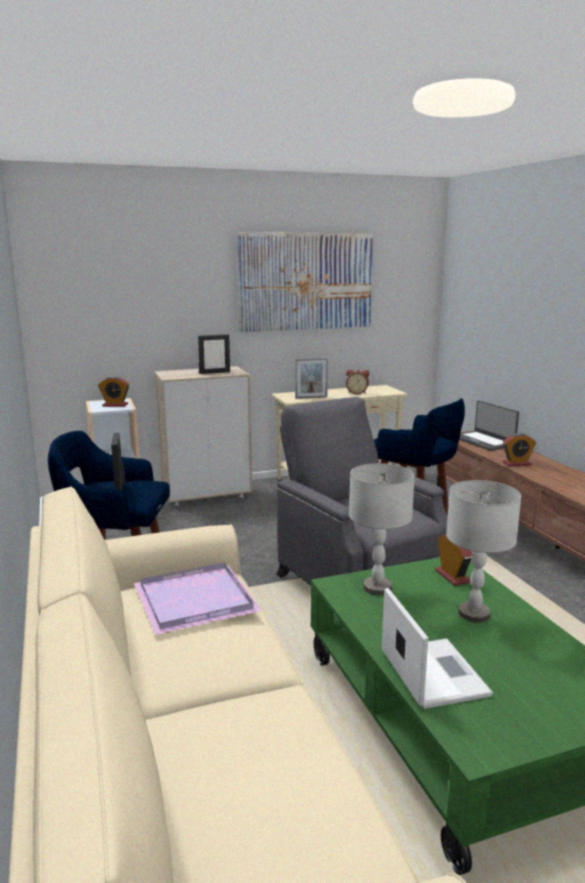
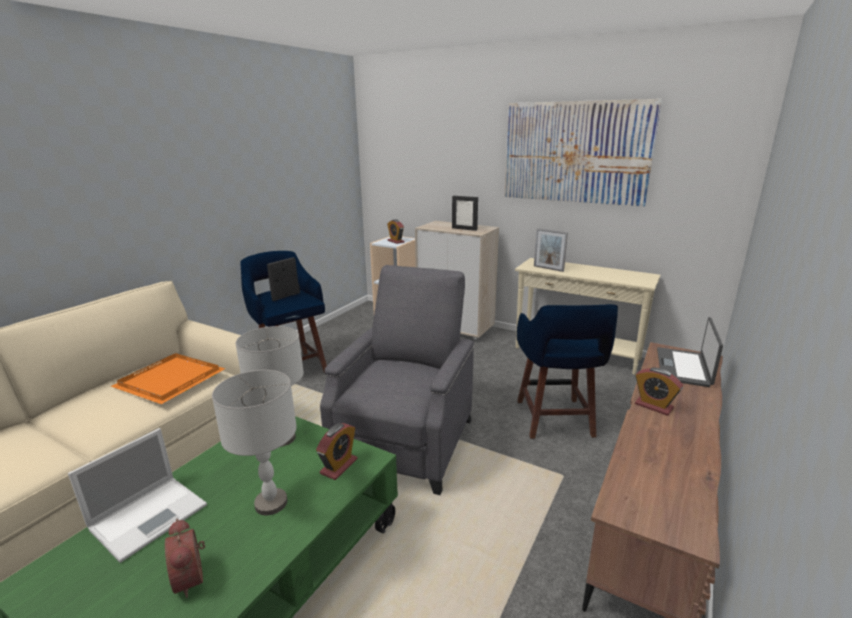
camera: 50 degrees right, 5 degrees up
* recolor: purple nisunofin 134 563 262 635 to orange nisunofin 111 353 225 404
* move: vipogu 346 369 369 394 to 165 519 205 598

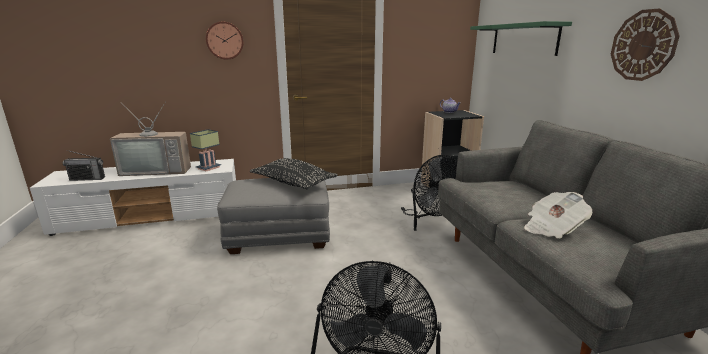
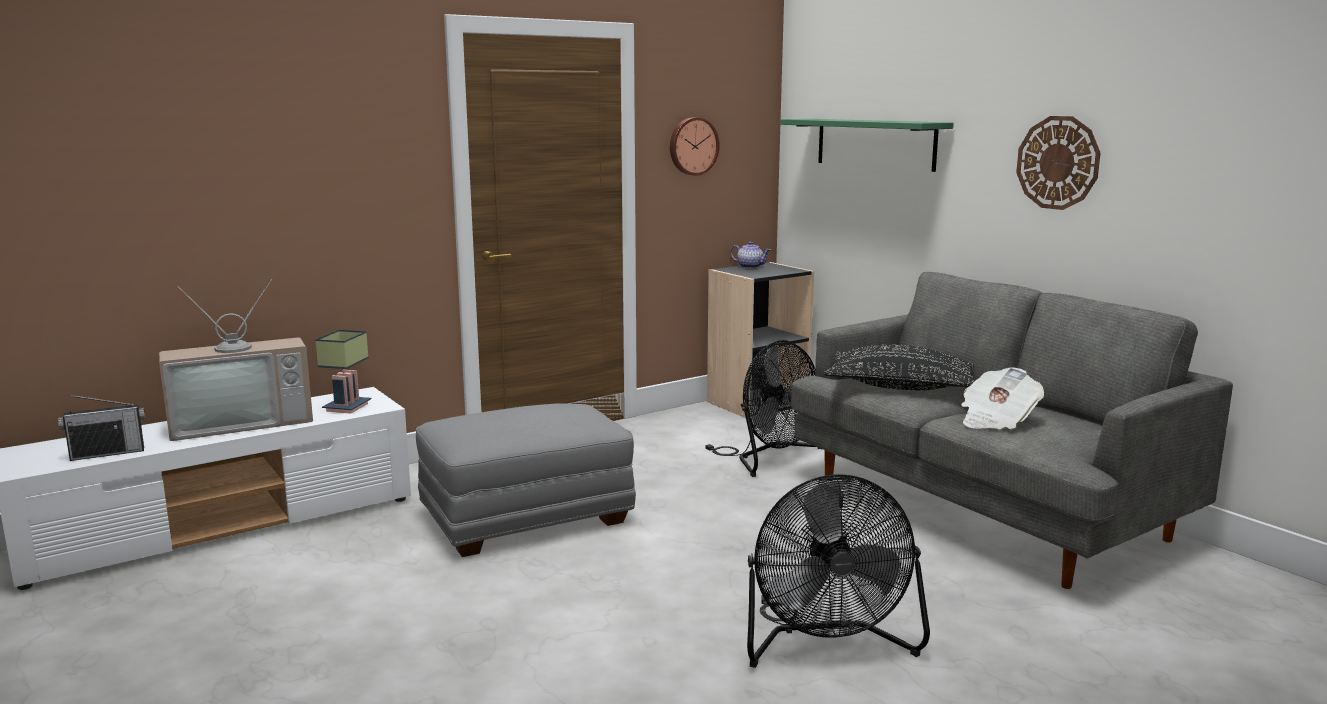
camera: 20 degrees left, 5 degrees down
* move: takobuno 206 21 244 60 to 670 117 720 176
* move: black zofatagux 250 158 338 189 to 824 345 974 391

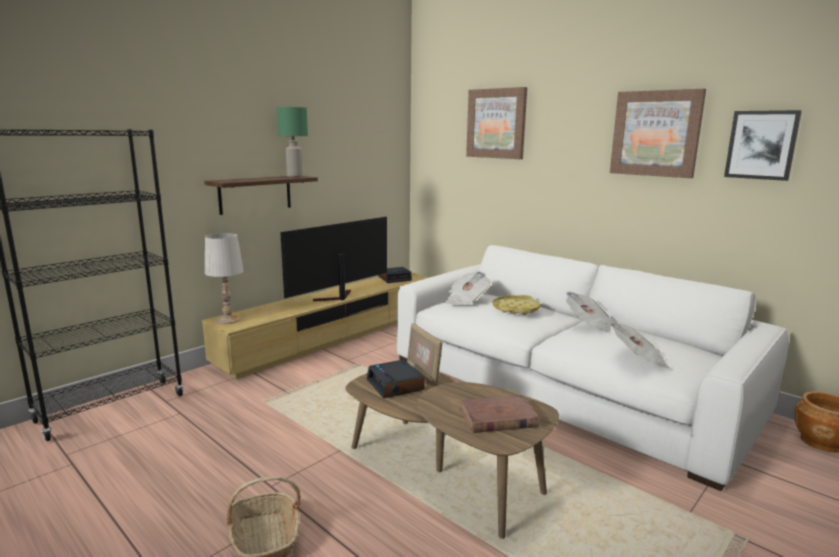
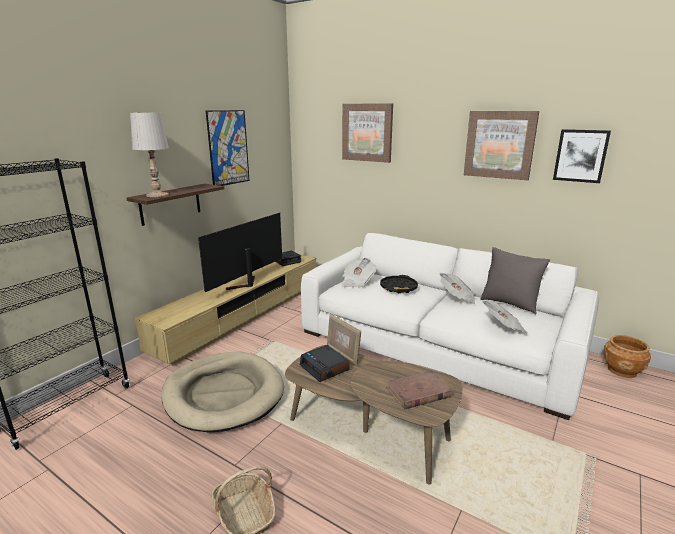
camera: 10 degrees left, 5 degrees up
* move: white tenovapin 205 233 244 324 to 130 112 169 197
* delete: green tenovapin 277 107 308 177
* recolor: yellow nisunofin 492 295 540 315 to black nisunofin 380 275 418 293
* insert: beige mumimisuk 161 352 284 432
* insert: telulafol 206 110 250 186
* insert: grey zofatagux 480 247 550 315

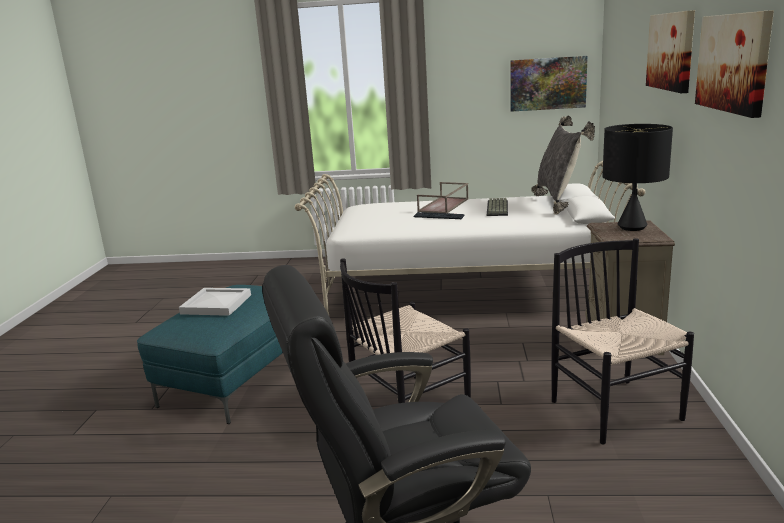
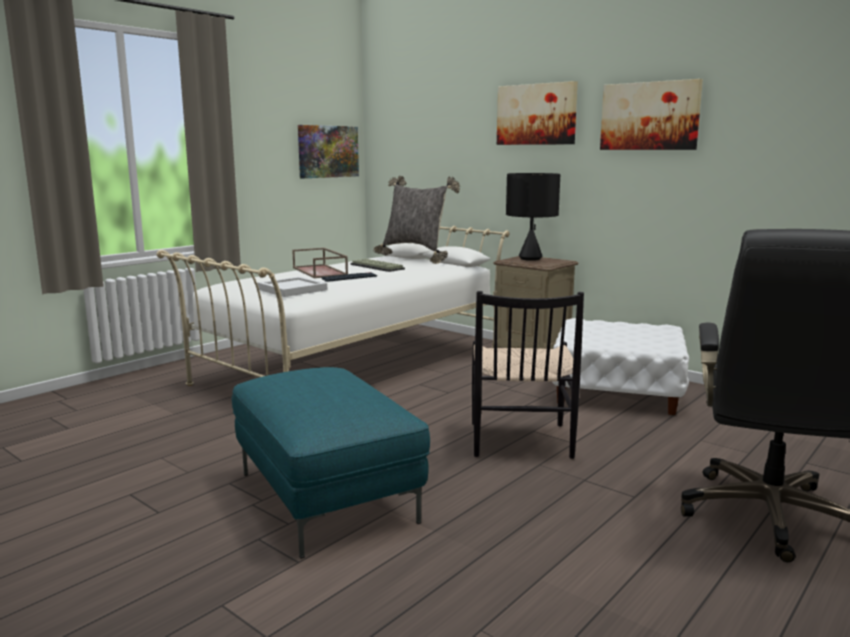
camera: 55 degrees left, 5 degrees down
* move: white nisunofin 179 288 251 316 to 257 277 327 297
* replace: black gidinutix 552 238 694 445 to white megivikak 552 318 689 415

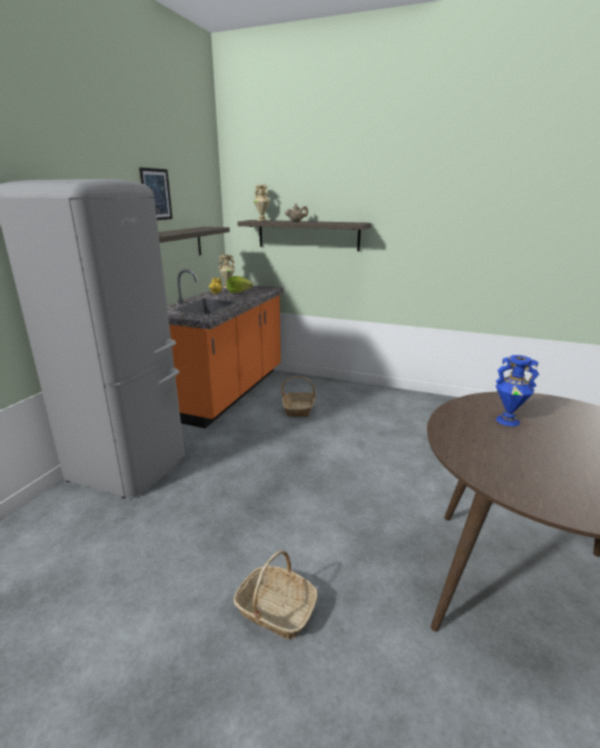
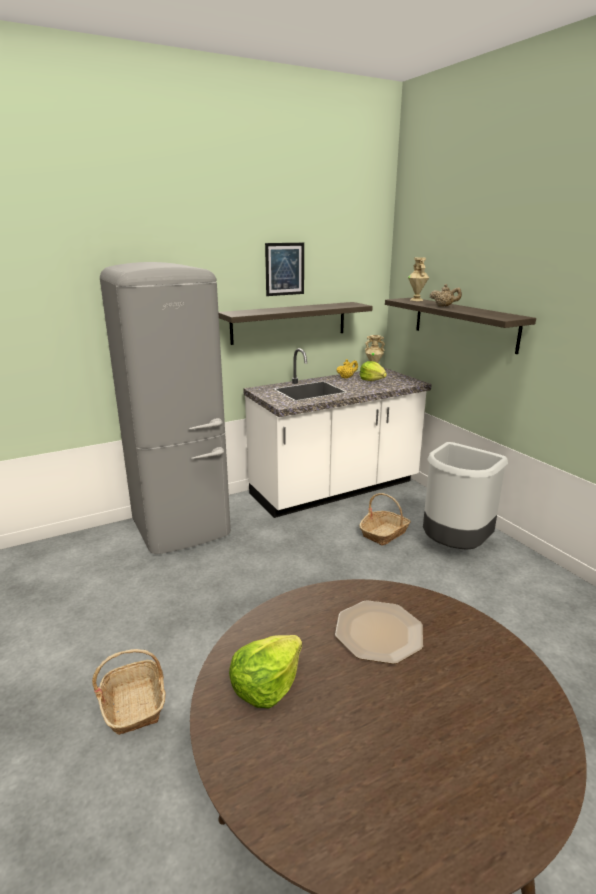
camera: 40 degrees right, 0 degrees up
* recolor: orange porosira 167 269 284 428 to white porosira 243 348 432 518
* replace: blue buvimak 496 355 539 426 to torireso 335 600 423 664
* insert: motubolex 229 635 302 709
* insert: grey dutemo 423 442 508 550

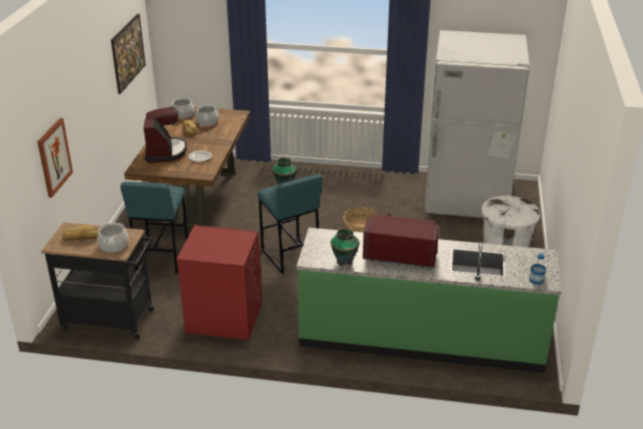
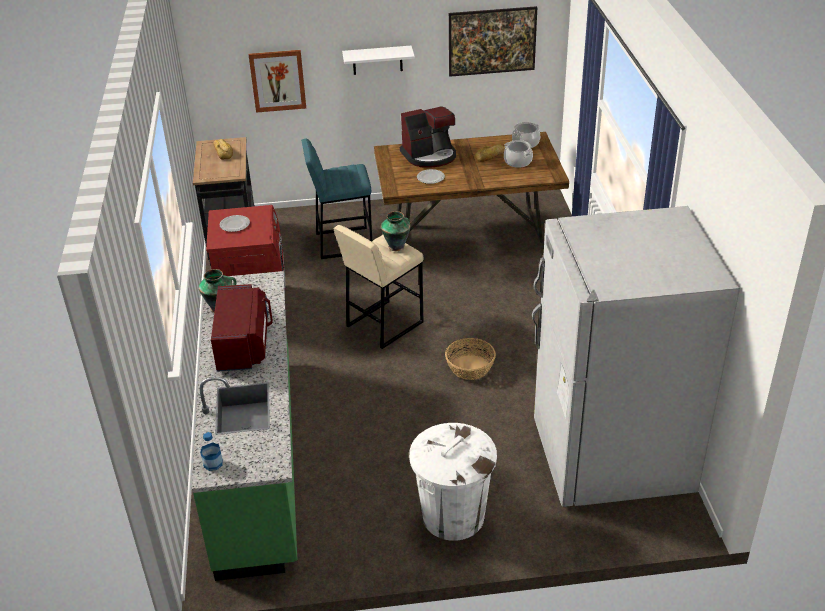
camera: 75 degrees right, 5 degrees up
* delete: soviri 97 223 129 252
* recolor: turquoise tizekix 257 174 323 274 to beige tizekix 334 225 423 349
* insert: torireso 219 215 250 232
* insert: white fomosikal 342 46 415 75

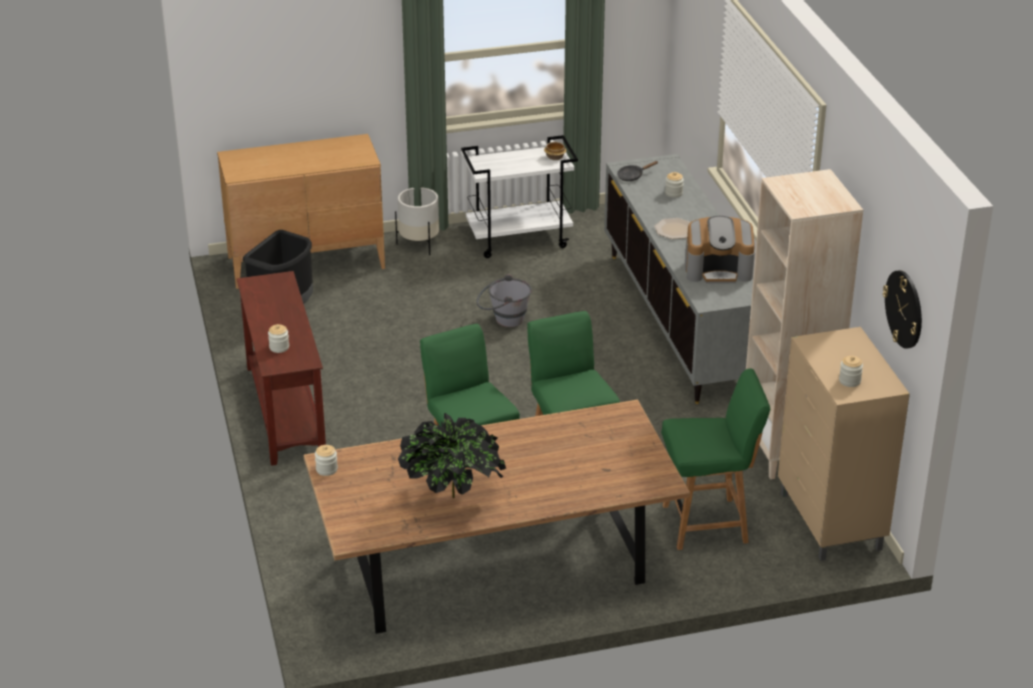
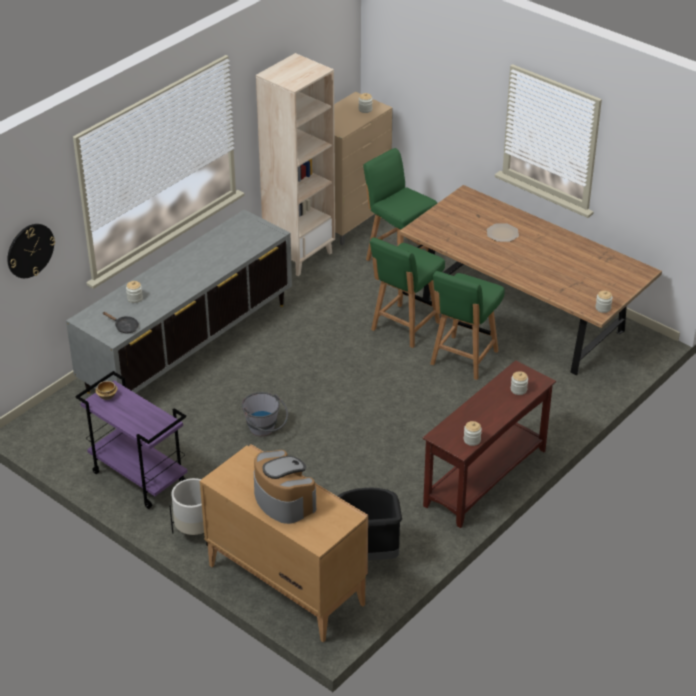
camera: 125 degrees left, 5 degrees up
* delete: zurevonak 398 413 506 498
* recolor: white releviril 461 135 578 258 to purple releviril 75 371 187 509
* move: torireso 654 218 690 239 to 487 224 519 242
* move: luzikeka 685 216 755 283 to 254 450 316 524
* move: takobuno 883 270 922 349 to 7 224 55 278
* insert: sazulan 464 421 482 446

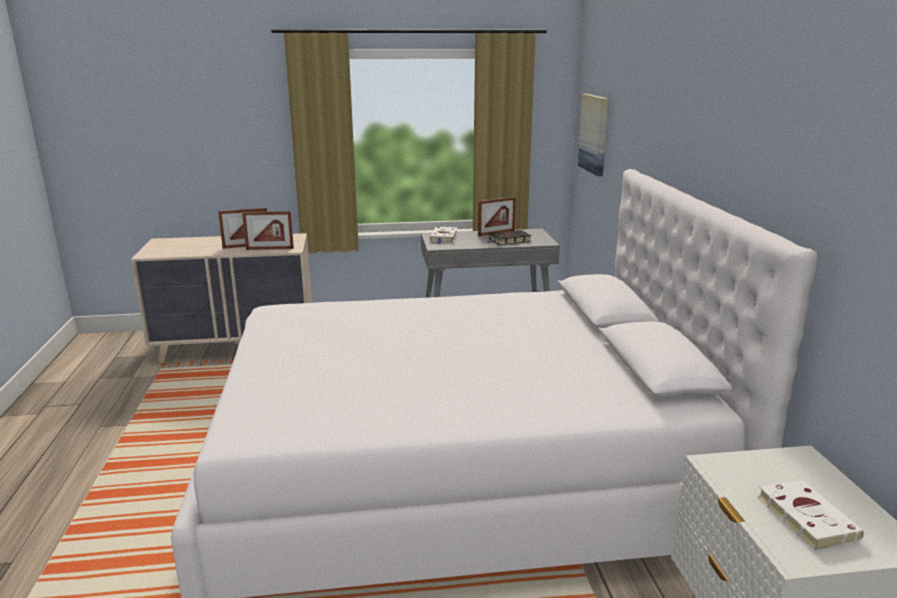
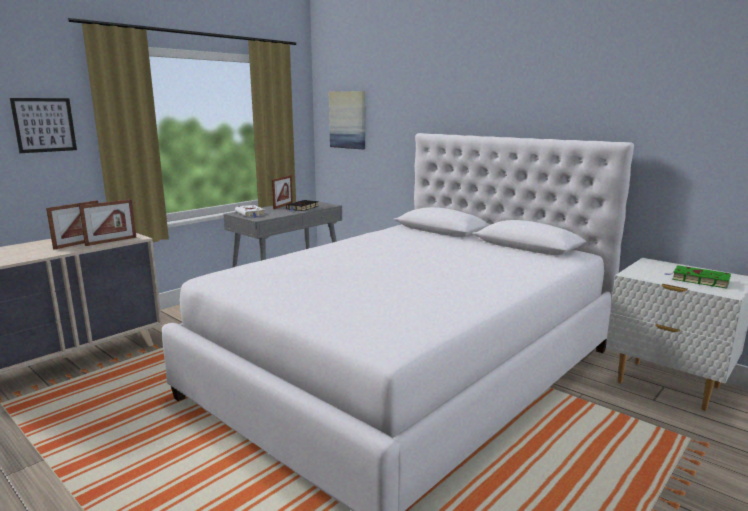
camera: 40 degrees left, 5 degrees down
* recolor: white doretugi 757 479 864 551 to green doretugi 665 265 731 289
* insert: telulafol 10 98 77 153

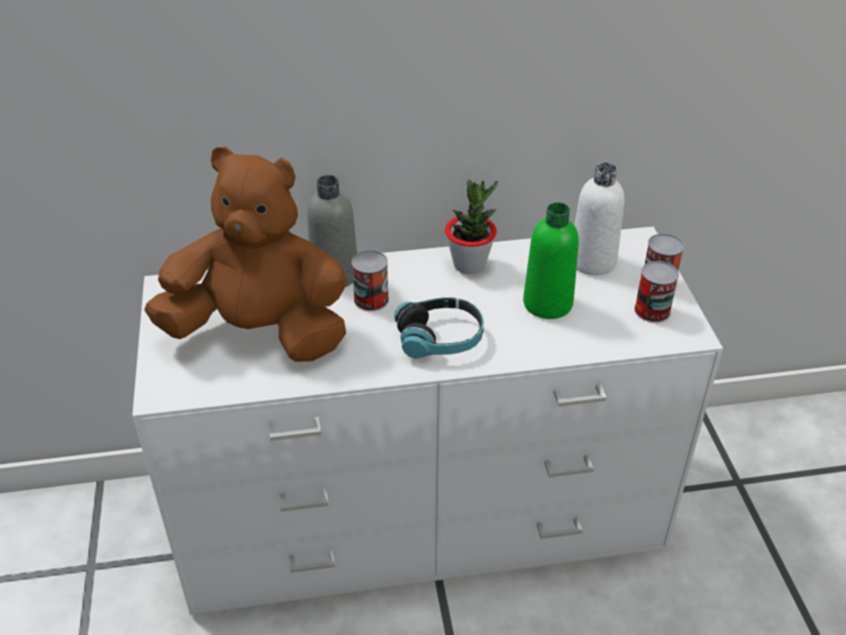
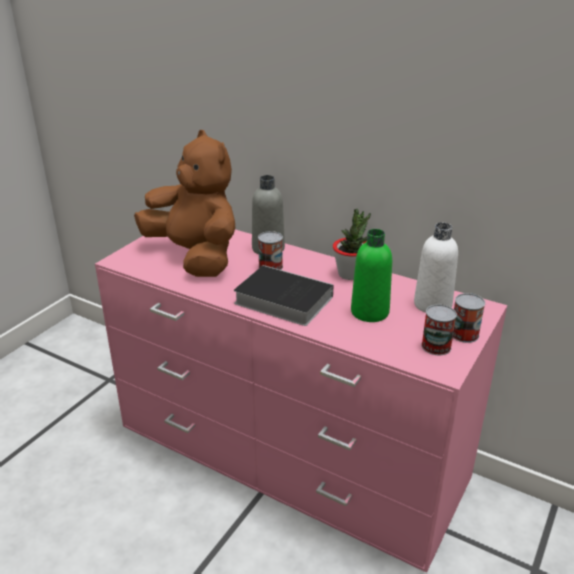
camera: 40 degrees right, 10 degrees down
* recolor: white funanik 132 226 723 615 to pink funanik 95 230 507 573
* replace: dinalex 394 297 484 359 to doretugi 234 265 334 326

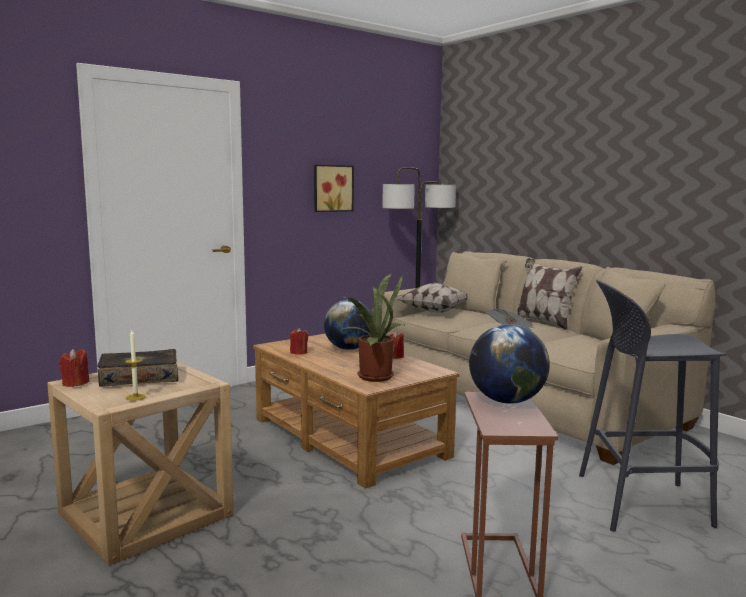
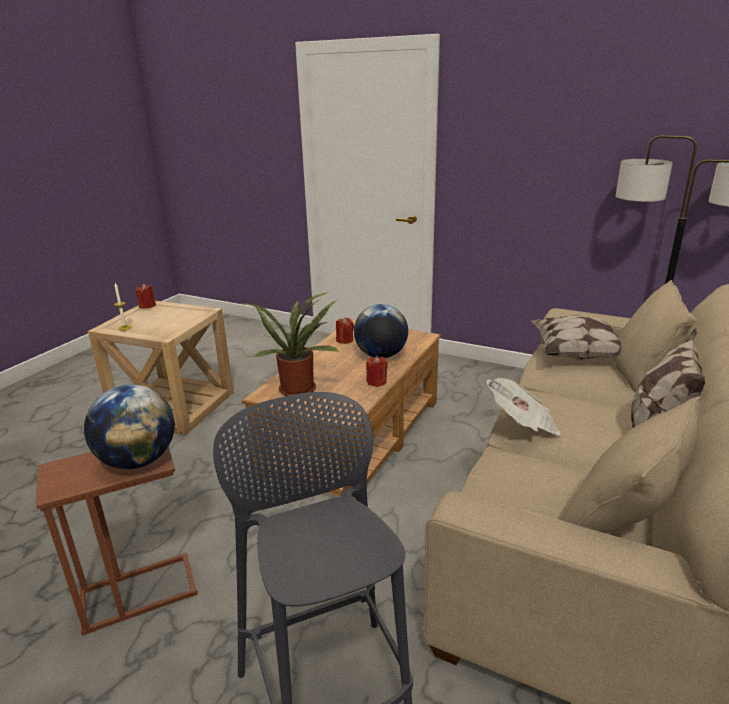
camera: 65 degrees right, 15 degrees up
* delete: doretugi 97 349 178 387
* delete: telulafol 314 165 354 212

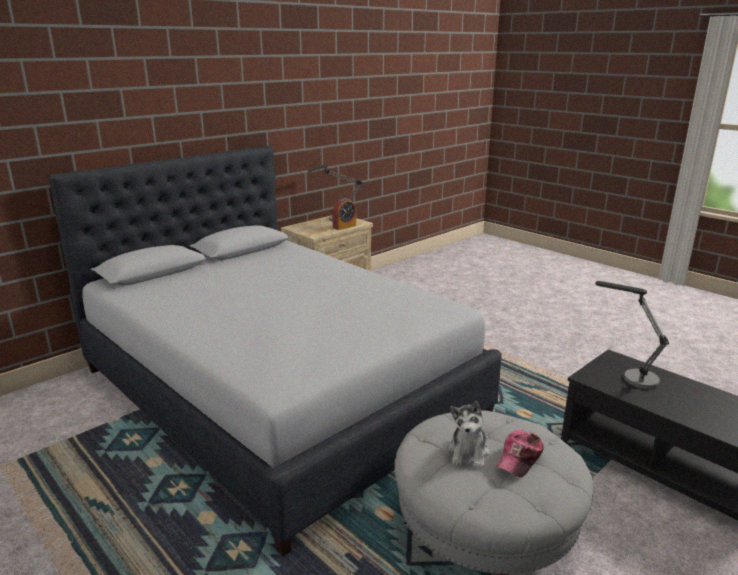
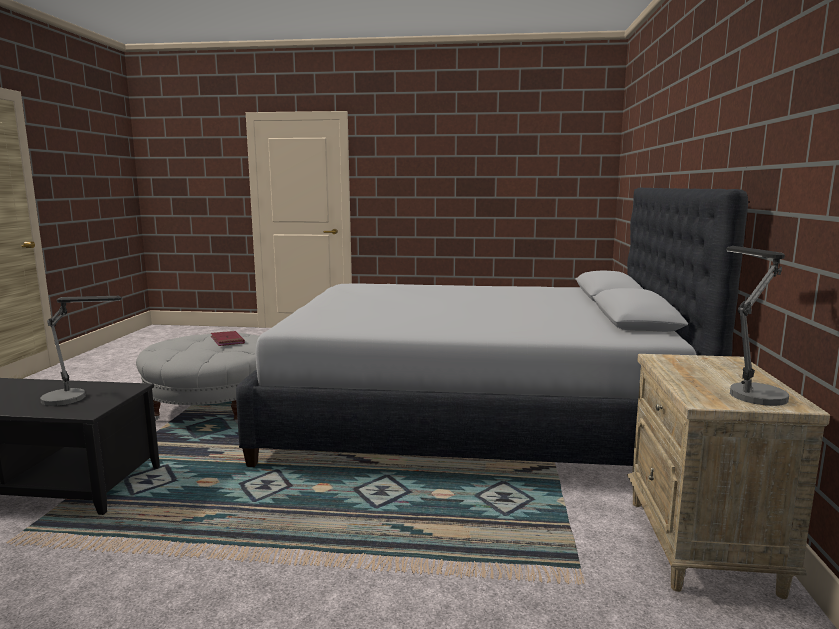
camera: 140 degrees right, 10 degrees down
* delete: vipogu 332 198 356 230
* replace: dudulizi 448 401 489 468 to red doretugi 211 331 245 346
* delete: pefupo 496 430 544 477

